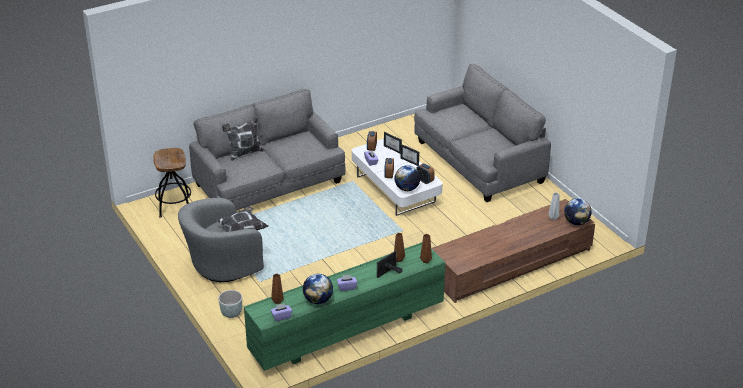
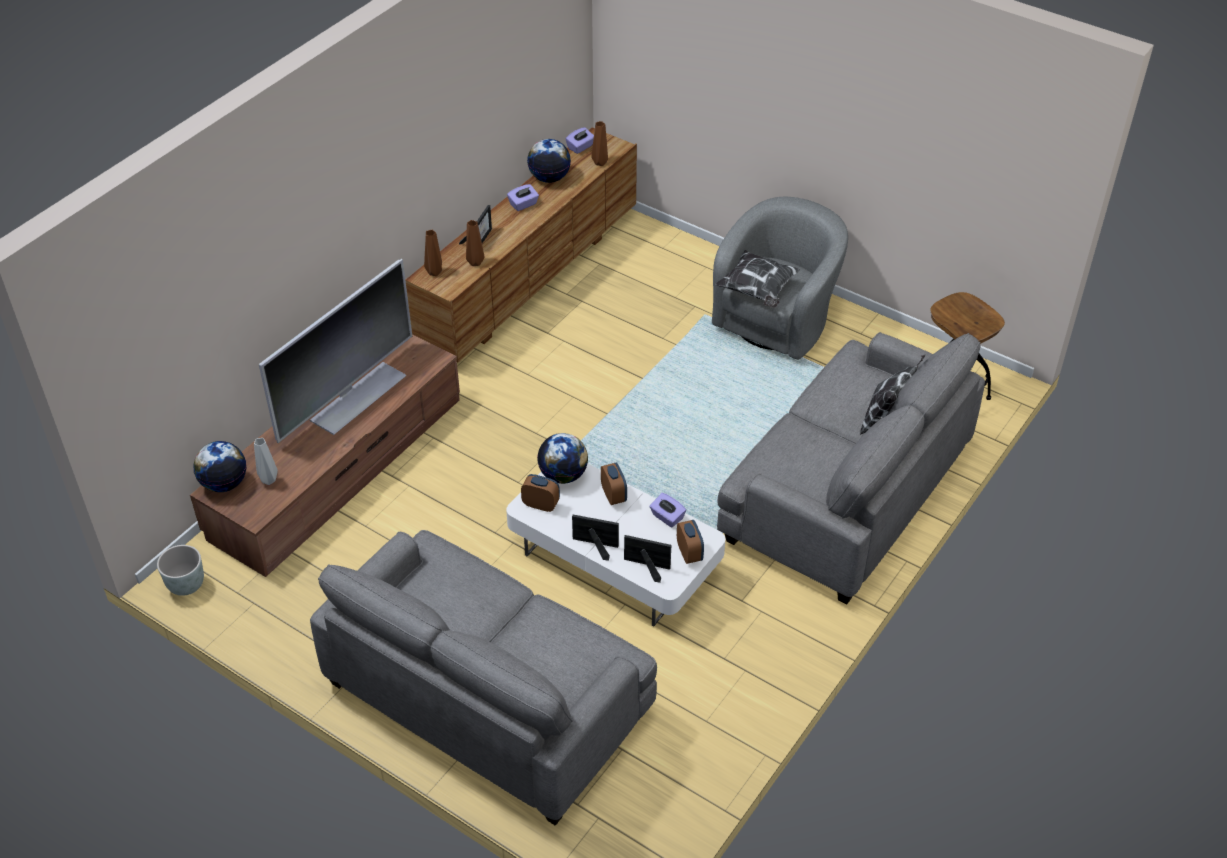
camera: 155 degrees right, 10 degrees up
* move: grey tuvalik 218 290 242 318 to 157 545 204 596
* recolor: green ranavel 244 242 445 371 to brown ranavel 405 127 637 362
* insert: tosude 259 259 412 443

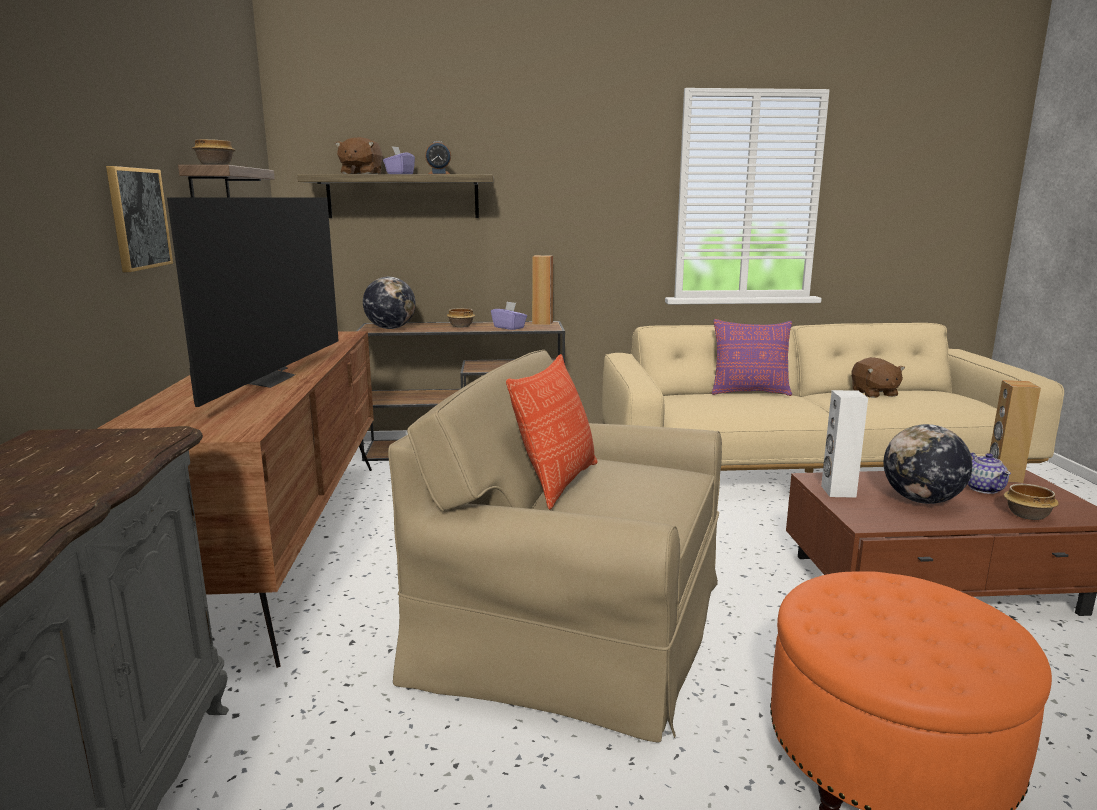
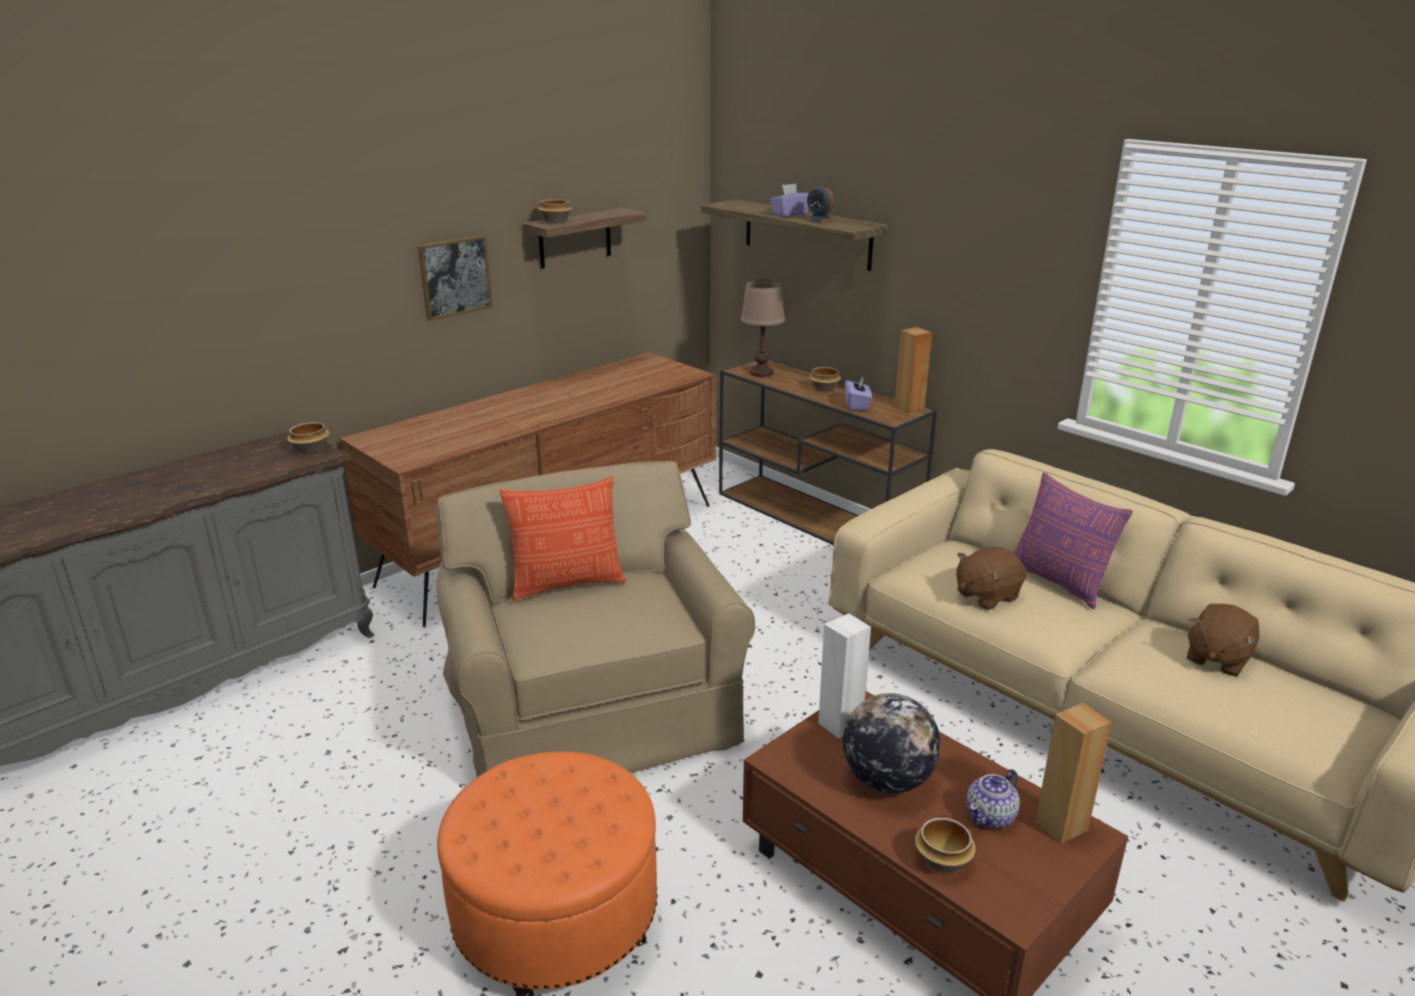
camera: 50 degrees right, 10 degrees up
* delete: tosude 167 198 339 407
* move: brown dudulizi 335 137 383 174 to 956 546 1026 610
* replace: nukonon 363 277 416 329 to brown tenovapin 741 279 785 377
* insert: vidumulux 287 422 330 454

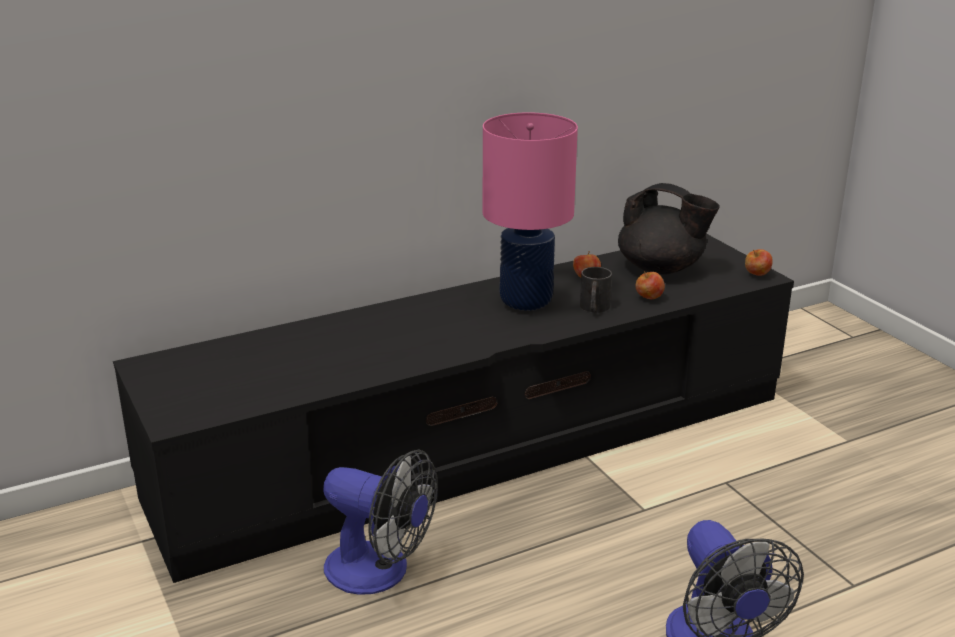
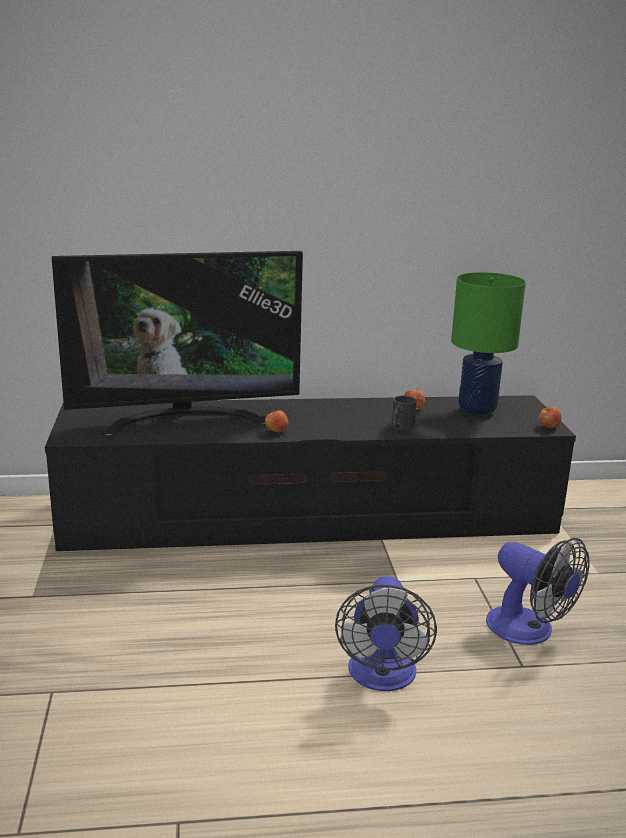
camera: 20 degrees right, 5 degrees down
* move: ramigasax 323 449 438 595 to 486 538 590 645
* delete: pink tenovapin 483 112 578 311
* replace: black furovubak 618 183 720 274 to green tenovapin 451 272 526 415
* move: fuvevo 635 271 665 299 to 265 409 288 432
* insert: tosude 52 251 303 435

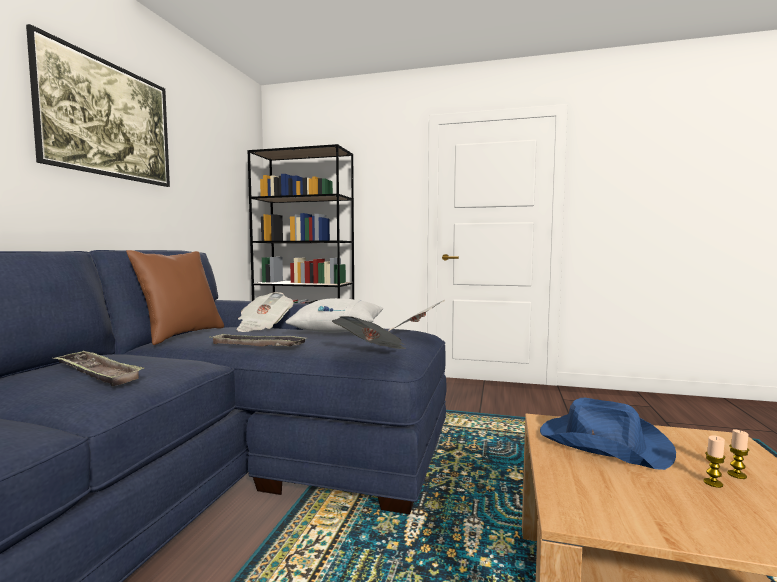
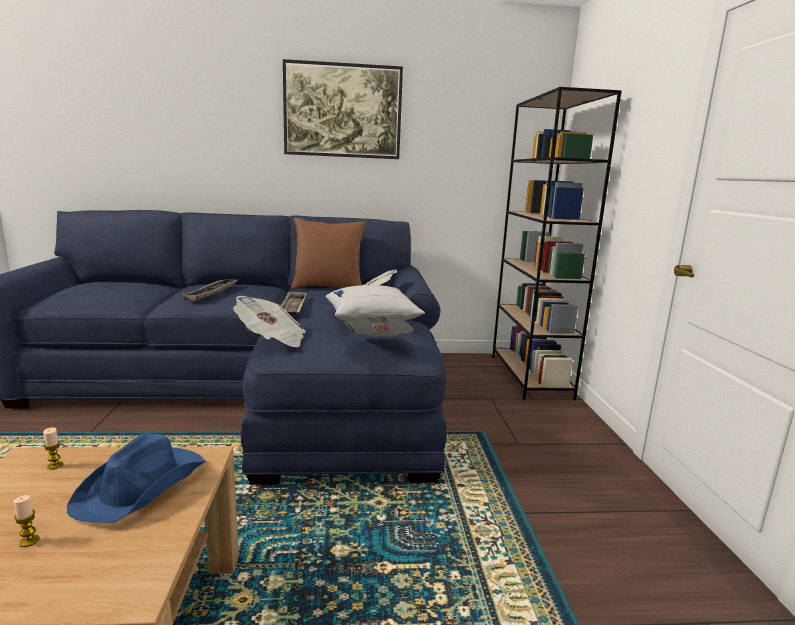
camera: 70 degrees right, 10 degrees up
* move: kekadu 727 429 749 479 to 43 427 63 470

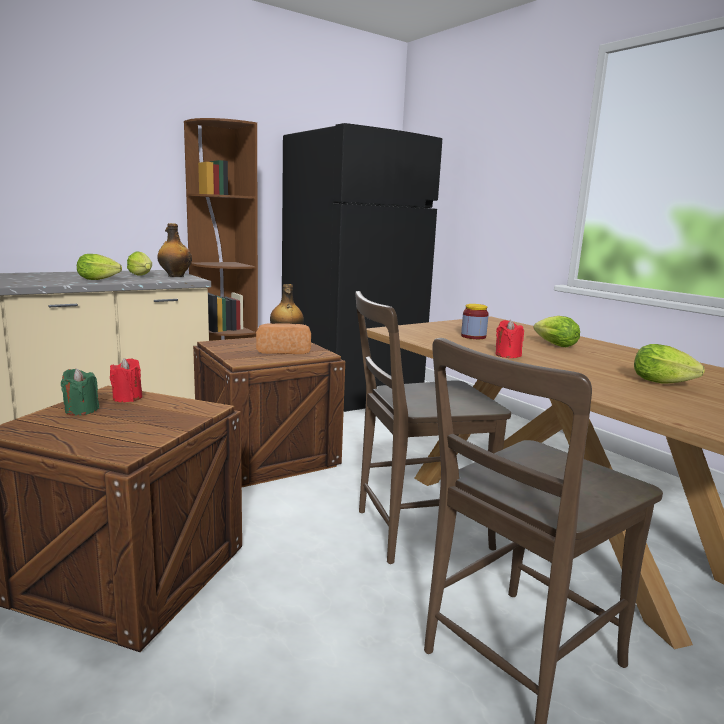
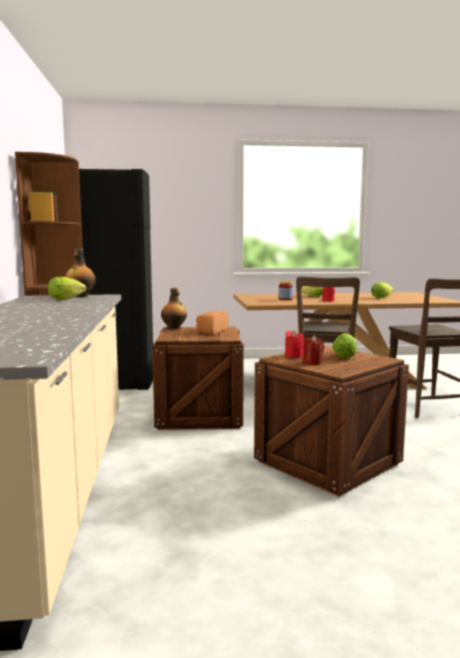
camera: 60 degrees left, 5 degrees down
* recolor: green kekadu 61 368 99 416 to red kekadu 303 335 324 365
* move: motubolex 77 254 122 280 to 332 333 357 359

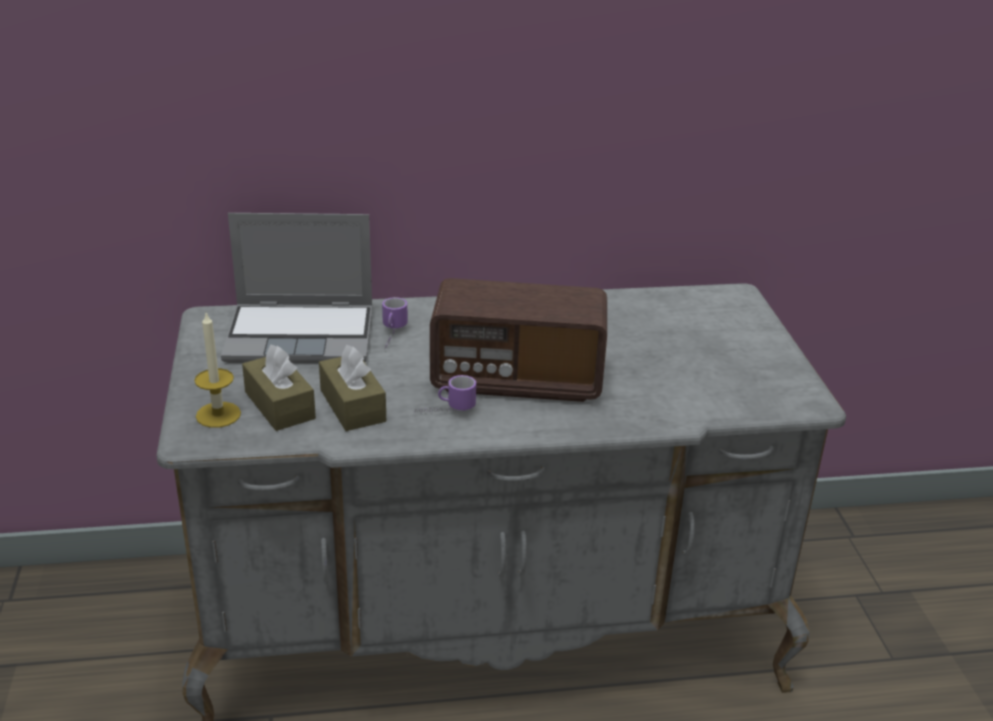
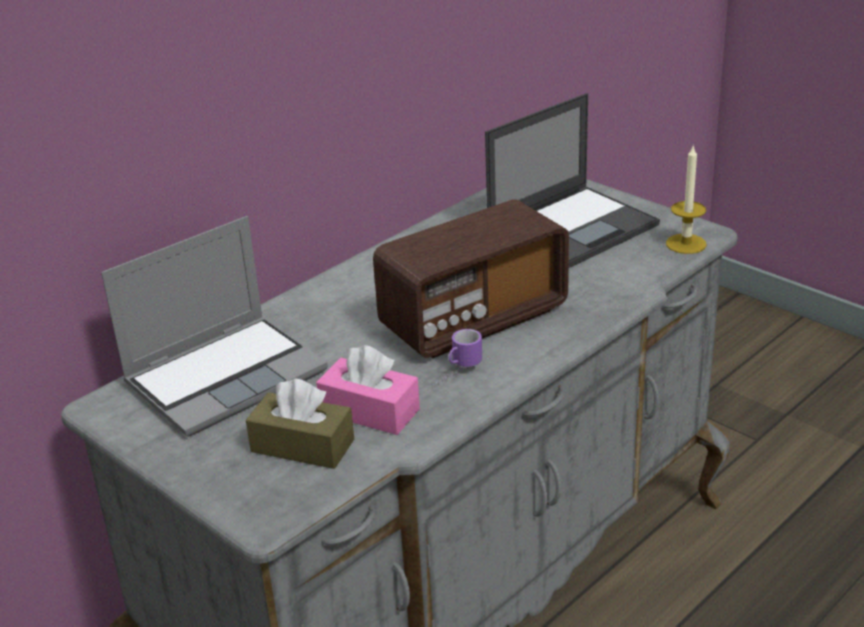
camera: 35 degrees left, 0 degrees up
* move: kekadu 194 313 241 428 to 666 144 707 254
* recolor: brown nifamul 319 345 386 431 to pink nifamul 316 345 420 435
* delete: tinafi 382 297 408 349
* insert: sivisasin 485 93 660 268

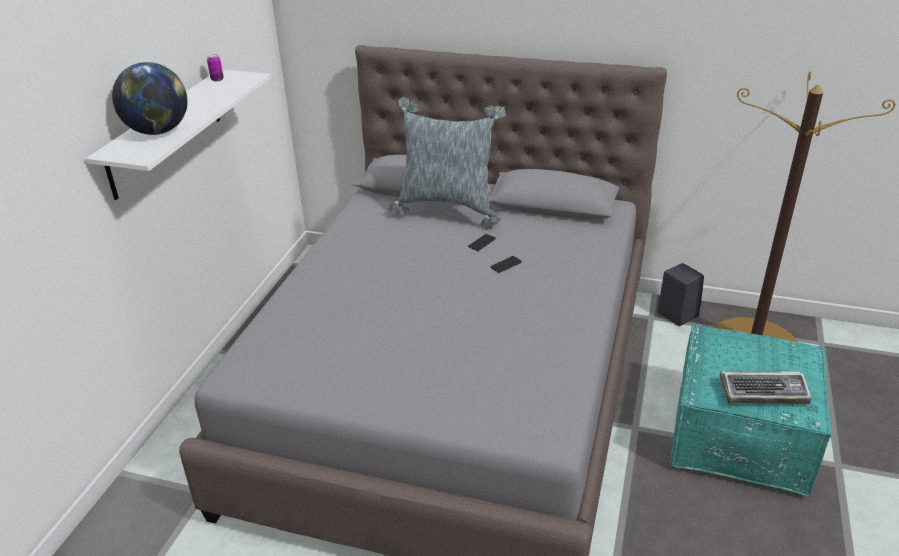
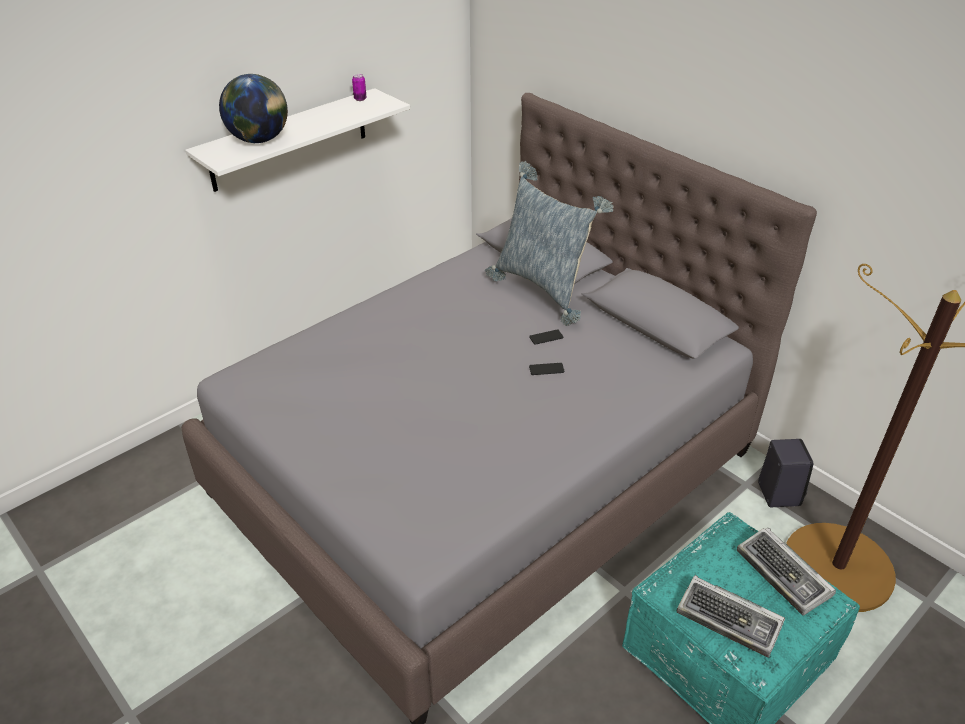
camera: 30 degrees right, 5 degrees up
* insert: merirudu 737 528 836 616

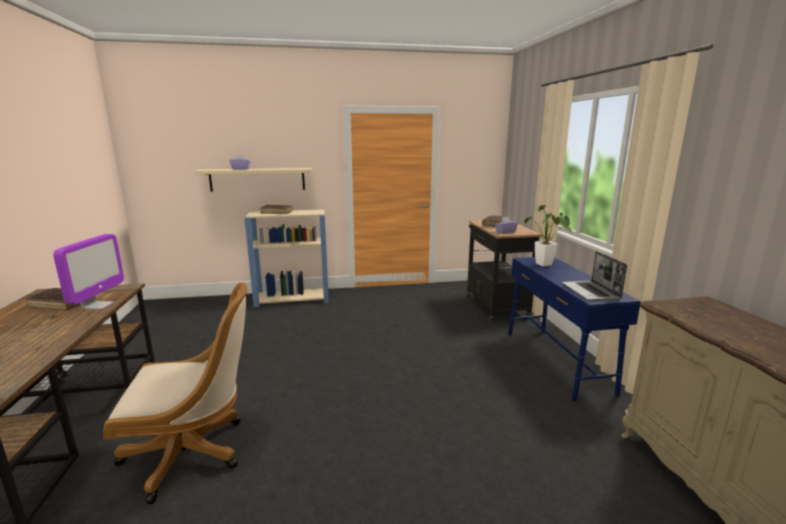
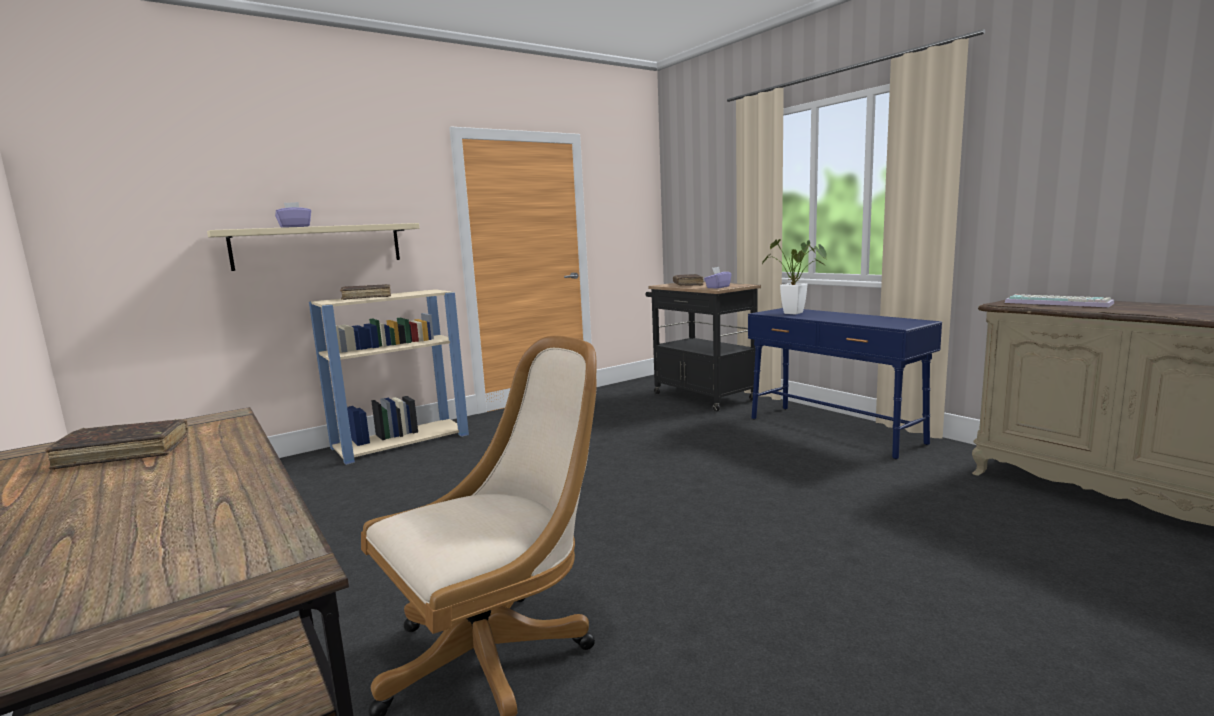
camera: 25 degrees left, 5 degrees down
* delete: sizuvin 53 234 124 310
* delete: sivisasin 562 251 627 301
* insert: merirudu 1005 294 1114 307

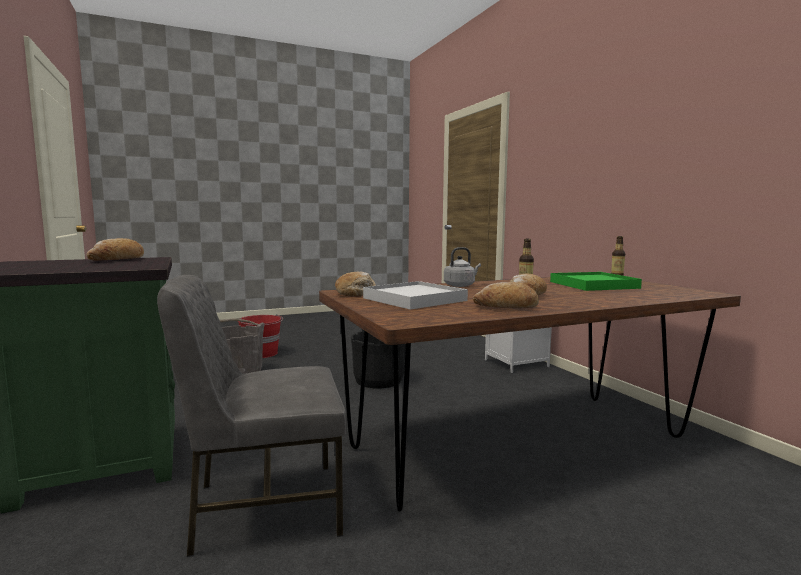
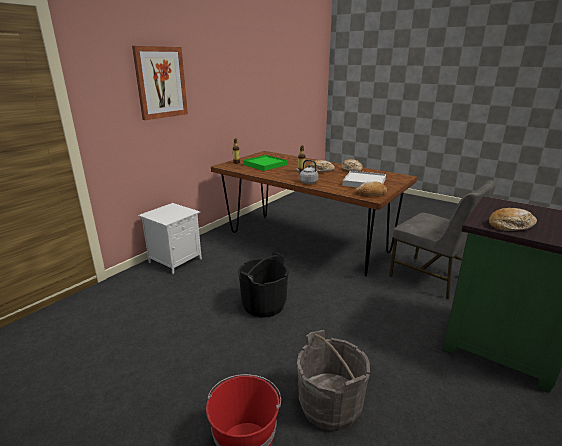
camera: 120 degrees left, 15 degrees up
* insert: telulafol 132 46 188 120

